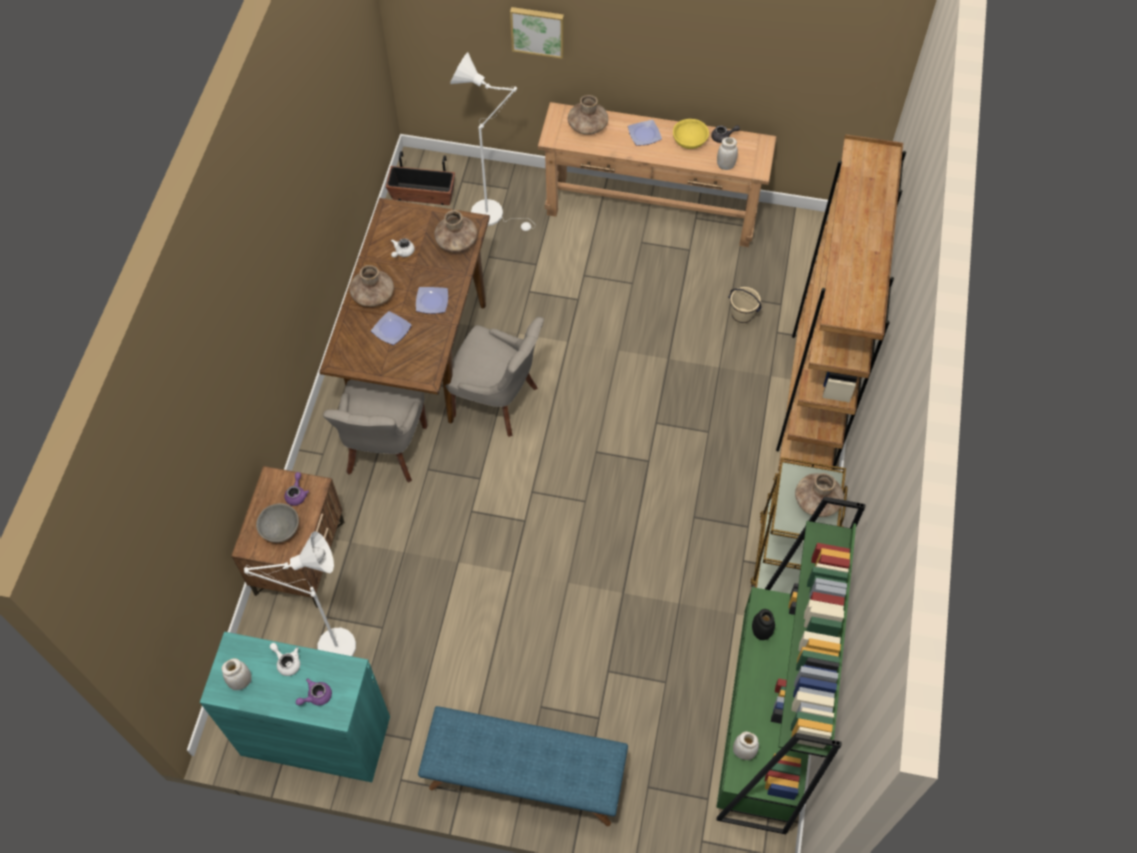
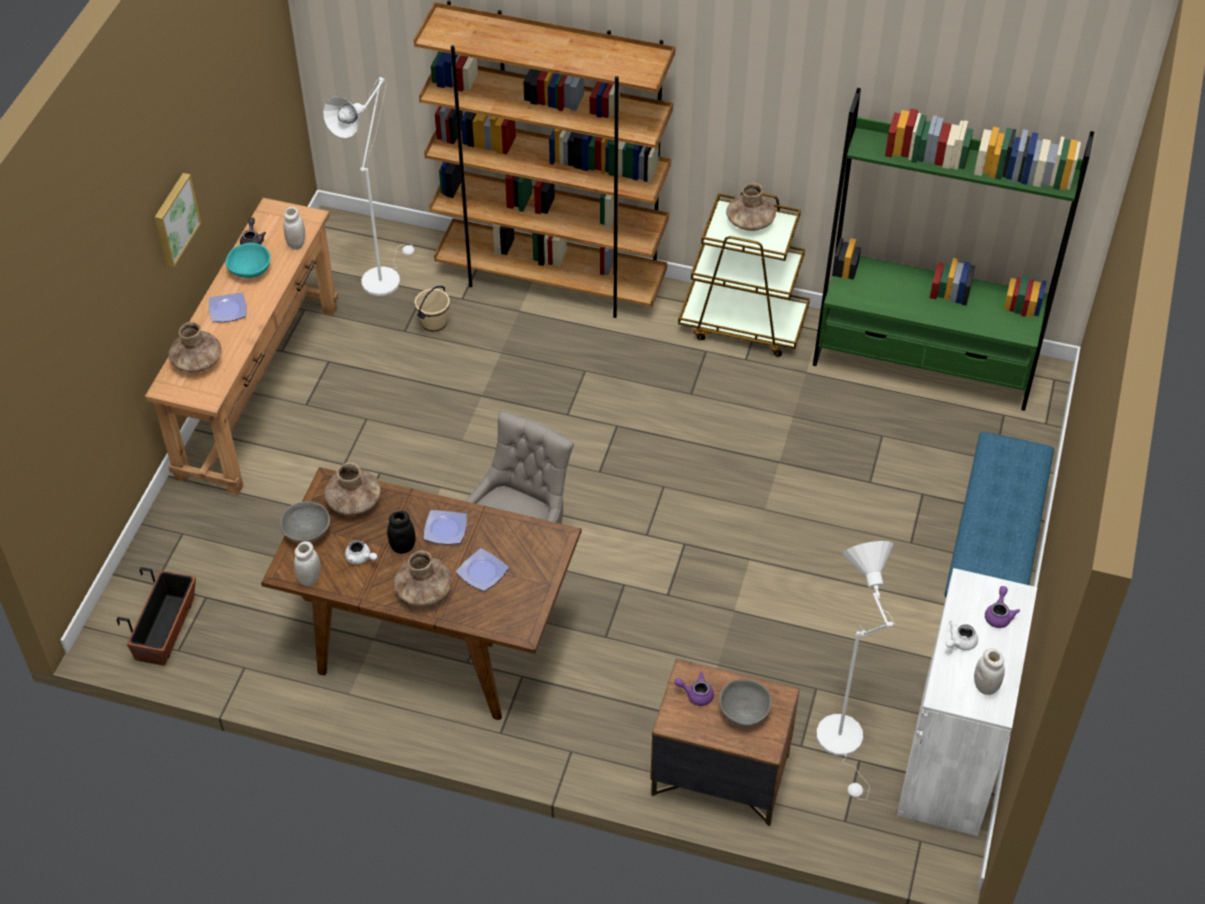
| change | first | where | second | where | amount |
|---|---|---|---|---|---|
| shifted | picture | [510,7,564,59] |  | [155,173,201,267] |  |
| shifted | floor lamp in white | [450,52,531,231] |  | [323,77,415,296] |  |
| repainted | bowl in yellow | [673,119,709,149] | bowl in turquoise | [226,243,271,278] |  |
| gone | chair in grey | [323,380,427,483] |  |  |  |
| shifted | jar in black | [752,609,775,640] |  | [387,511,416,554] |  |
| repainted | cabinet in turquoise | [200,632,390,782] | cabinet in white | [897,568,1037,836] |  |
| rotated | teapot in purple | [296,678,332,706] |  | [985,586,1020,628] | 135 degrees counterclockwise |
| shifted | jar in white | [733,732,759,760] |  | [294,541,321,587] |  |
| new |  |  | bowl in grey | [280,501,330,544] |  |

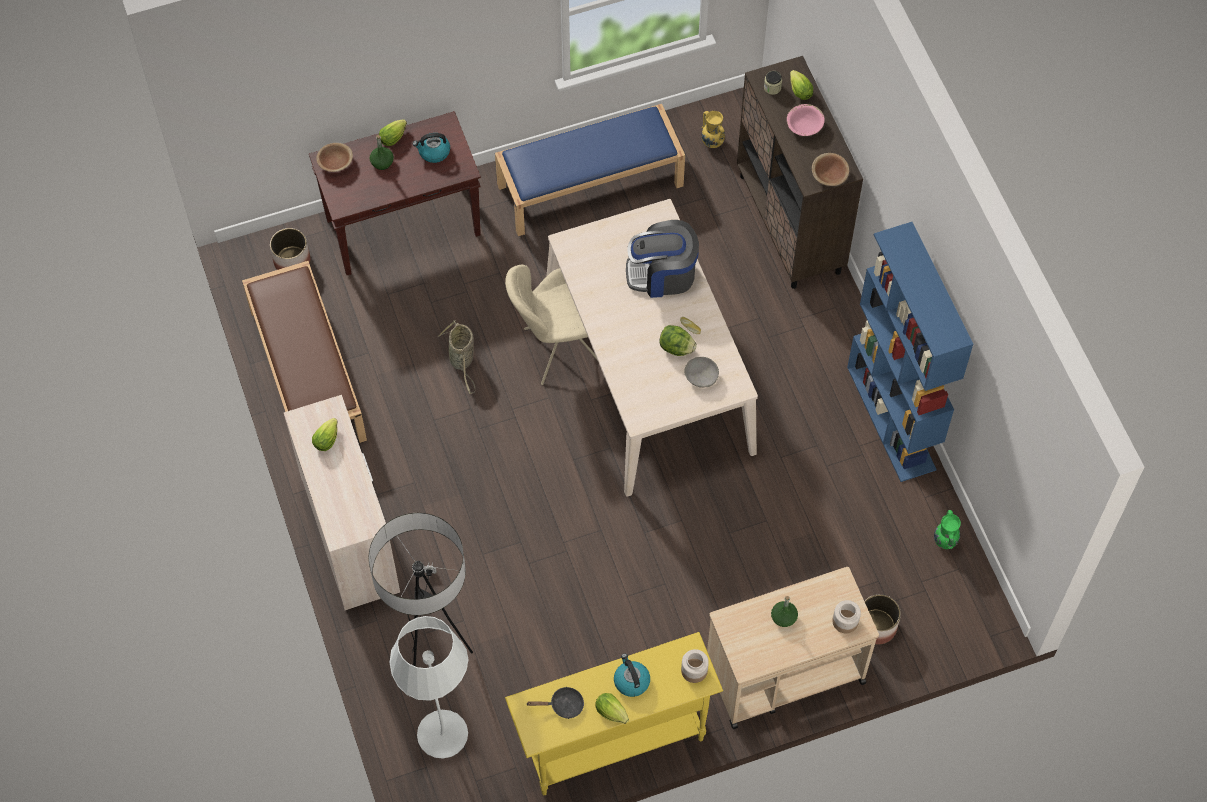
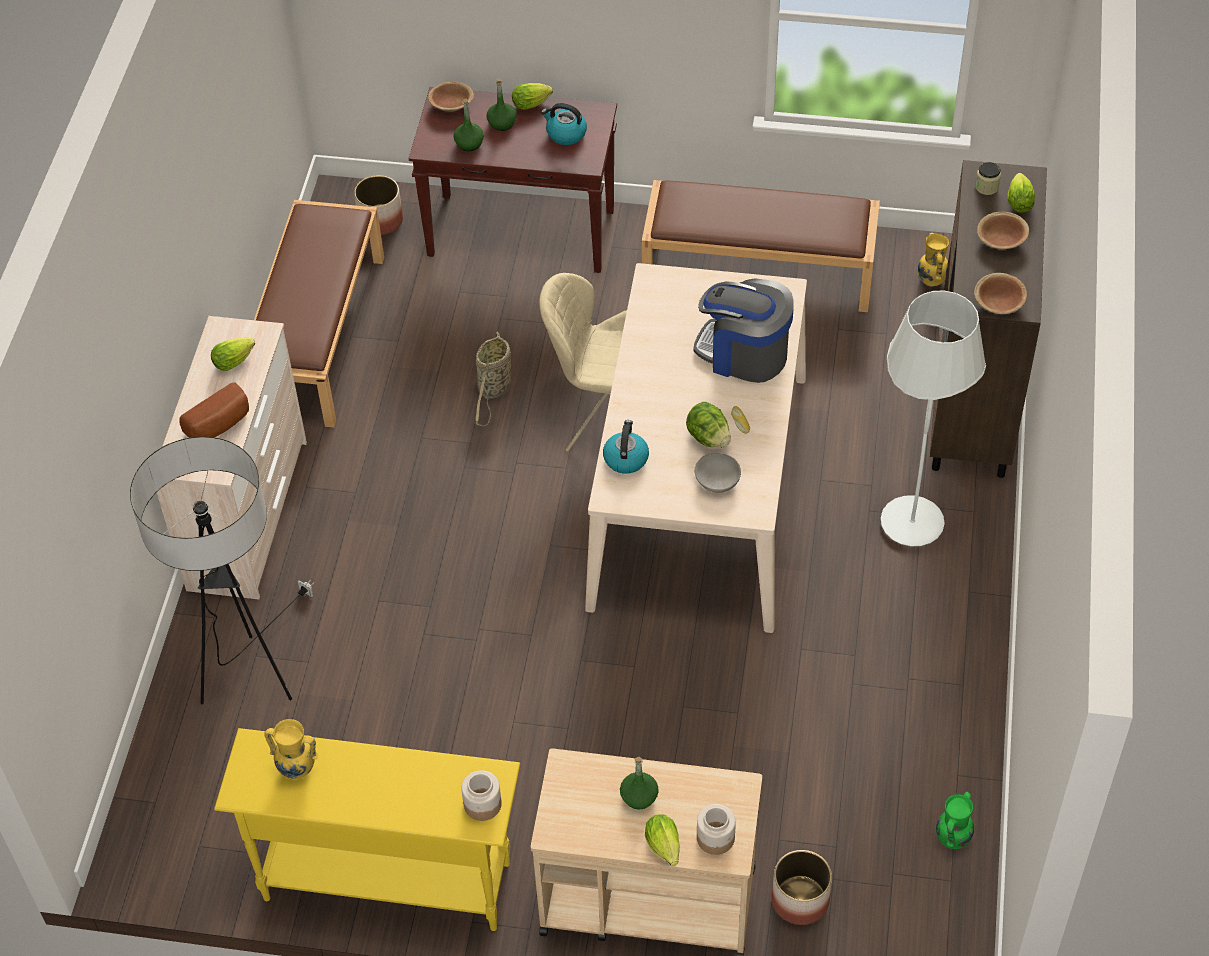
| change | first | where | second | where | amount |
|---|---|---|---|---|---|
| repainted | bench in blue | [495,104,685,236] | bench in brown | [641,180,880,312] |  |
| repainted | bowl in pink | [787,104,825,136] | bowl in brown | [977,212,1029,249] |  |
| gone | bookcase in blue | [847,222,973,482] |  |  |  |
| shifted | floor lamp in white | [389,616,468,759] |  | [881,291,986,546] |  |
| shifted | kettle | [614,654,650,697] |  | [603,420,649,474] |  |
| swapped | frying pan in black | [527,687,584,719] | vase in yellow | [264,719,318,779] |  |
| shifted | lettuce | [595,693,629,724] |  | [645,814,680,866] |  |
| new |  |  | bottle in green | [453,99,484,151] |  |
| new |  |  | bread | [179,382,249,438] |  |

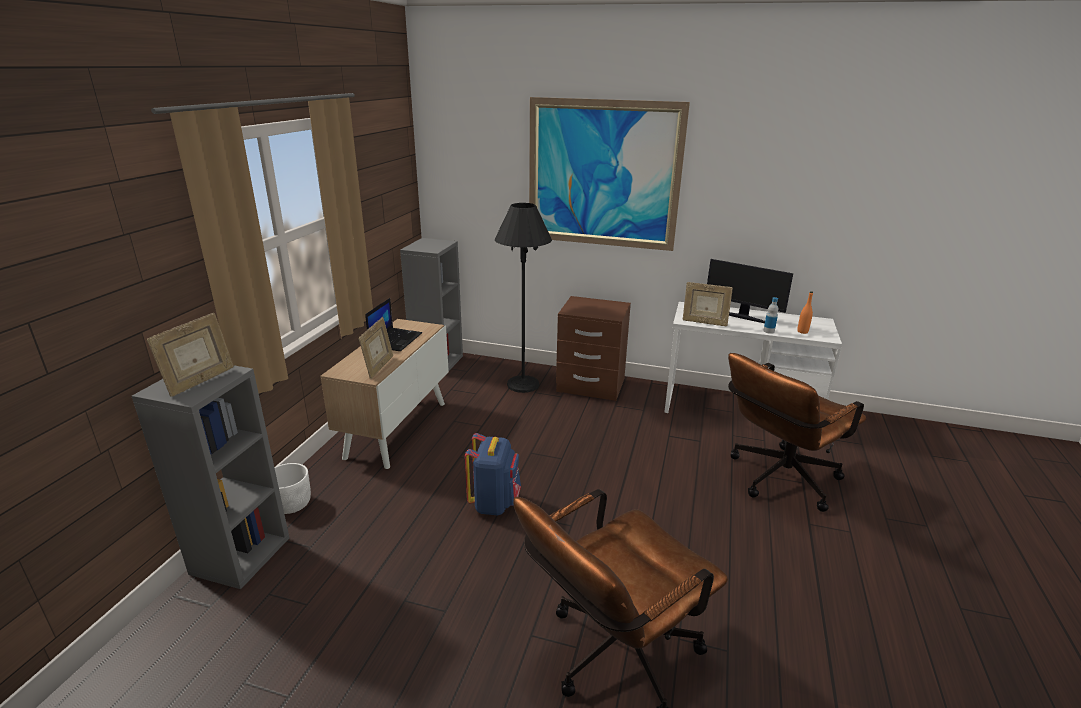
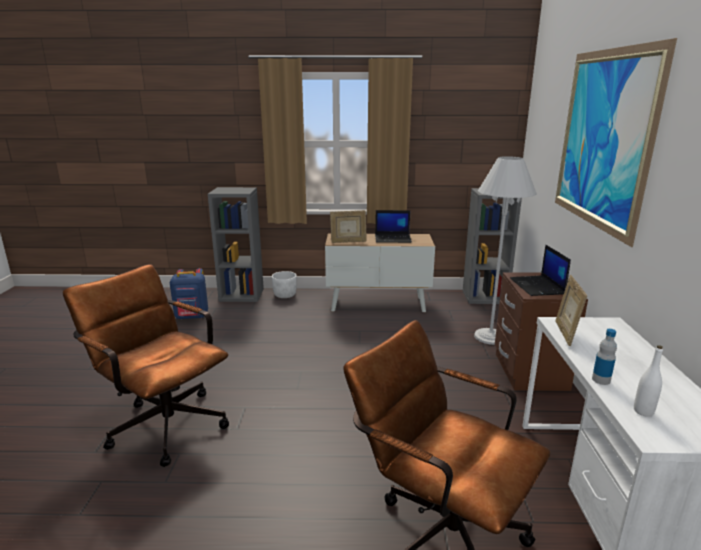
| change | first | where | second | where | amount |
|---|---|---|---|---|---|
| repainted | floor lamp in black | [495,203,552,393] | floor lamp in white | [474,156,537,345] |  |
| gone | monitor | [707,259,793,323] |  |  |  |
| repainted | bottle in orange | [797,291,813,334] | bottle in white | [634,345,663,417] |  |
| gone | picture frame | [147,313,234,397] |  |  |  |
| shifted | backpack in blue | [465,433,521,516] |  | [170,268,208,319] |  |
| new |  |  | laptop | [510,245,571,296] |  |

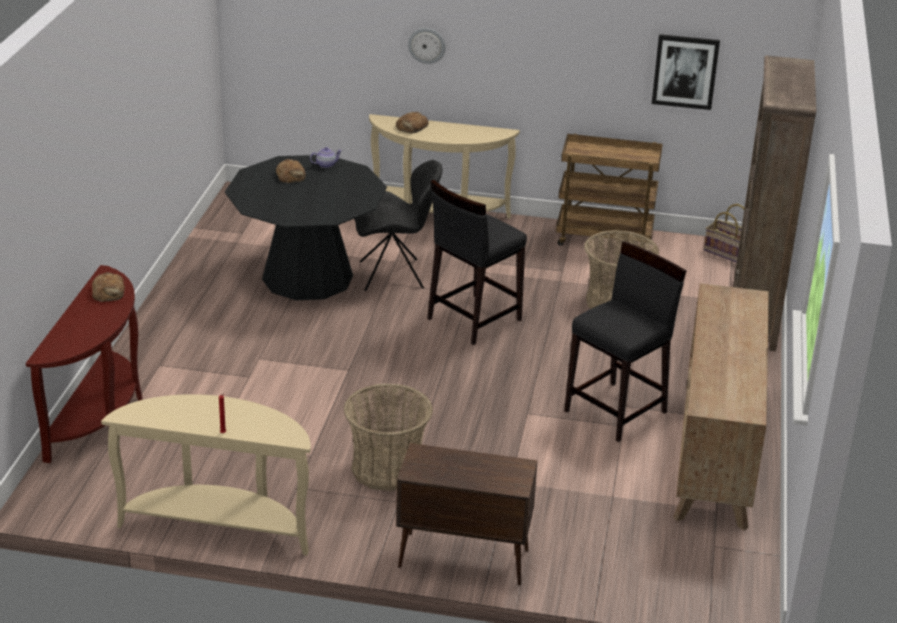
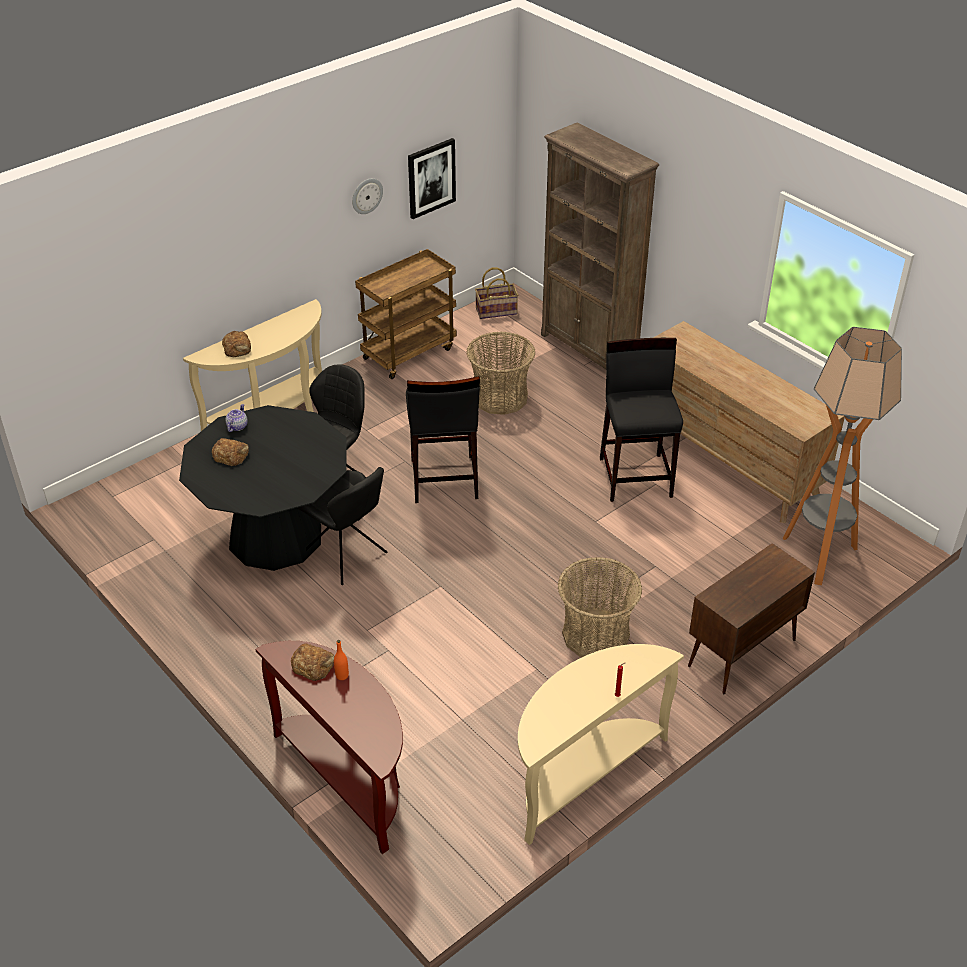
| change | first | where | second | where | amount |
|---|---|---|---|---|---|
| shifted | wall clock | [408,28,446,64] |  | [352,178,383,214] |  |
| new |  |  | floor lamp | [782,327,902,585] |  |
| new |  |  | chair in black | [297,467,387,585] |  |
| new |  |  | bottle in orange | [334,640,349,680] |  |

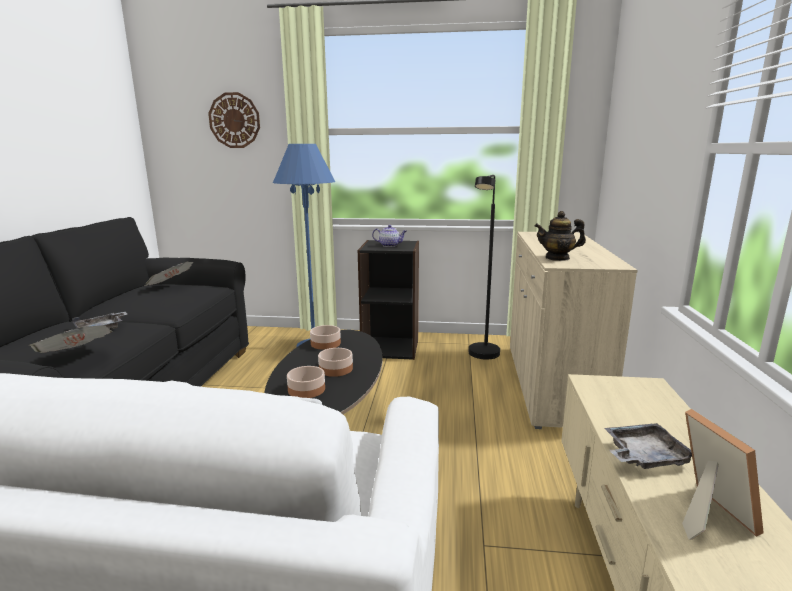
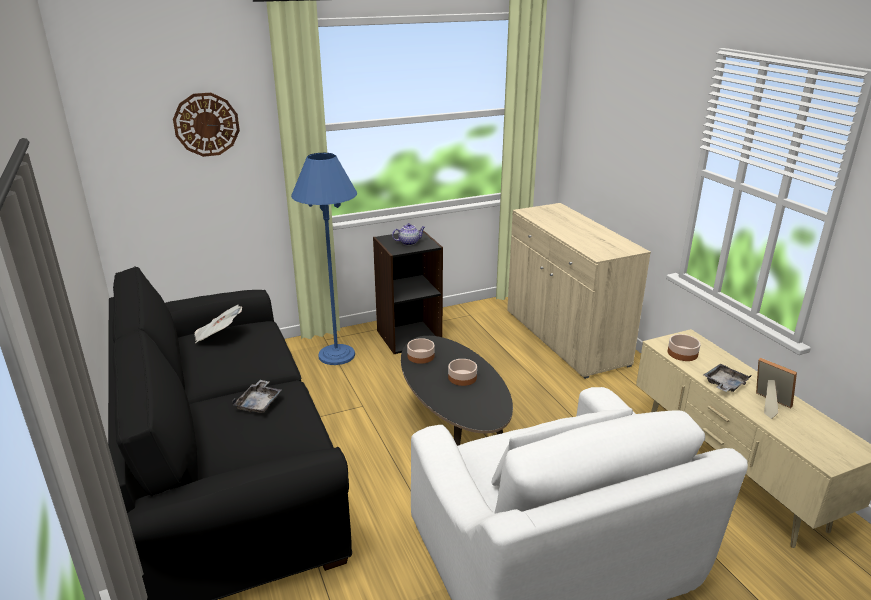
| change | first | where | second | where | amount |
|---|---|---|---|---|---|
| gone | floor lamp in black | [469,175,500,359] |  |  |  |
| gone | teapot | [535,211,586,261] |  |  |  |
| gone | newspaper | [29,325,112,353] |  |  |  |
| shifted | bowl | [287,366,325,398] |  | [668,334,701,361] |  |

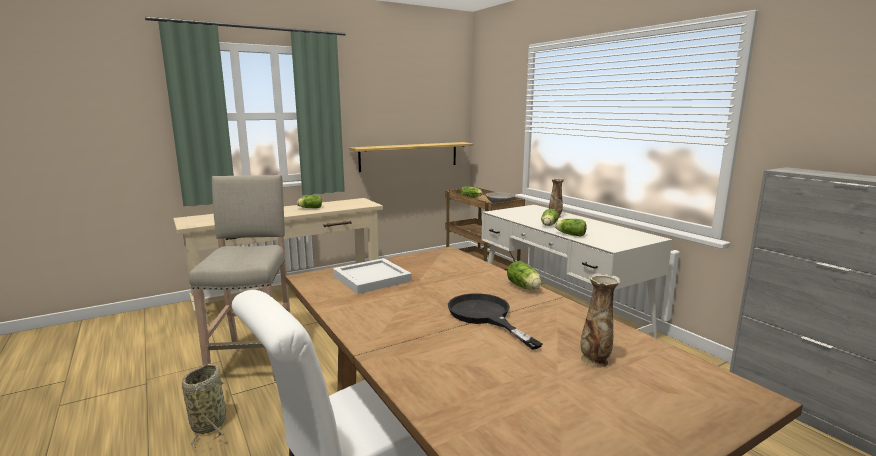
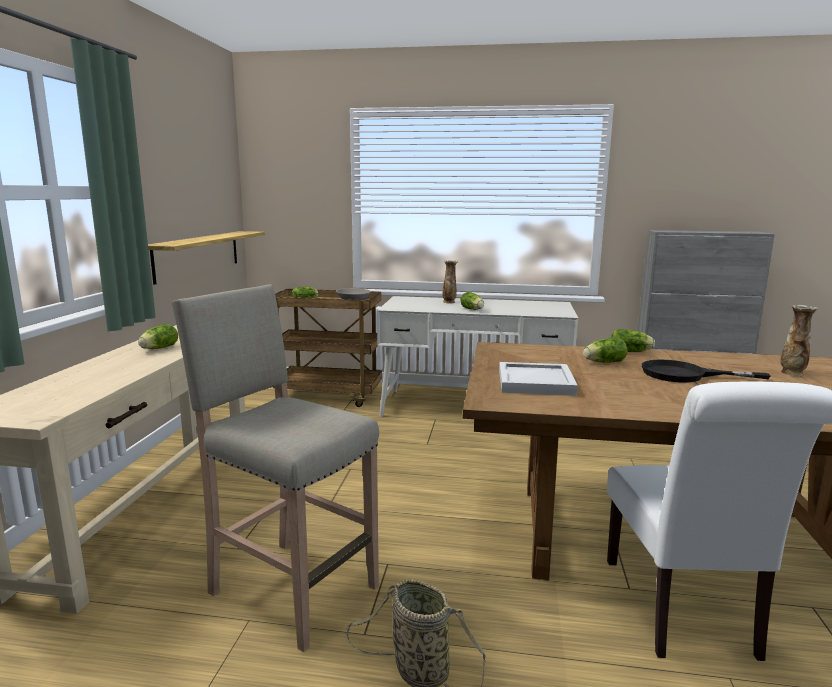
| change | first | where | second | where | amount |
|---|---|---|---|---|---|
| shifted | lettuce | [555,219,587,237] |  | [583,338,627,363] |  |

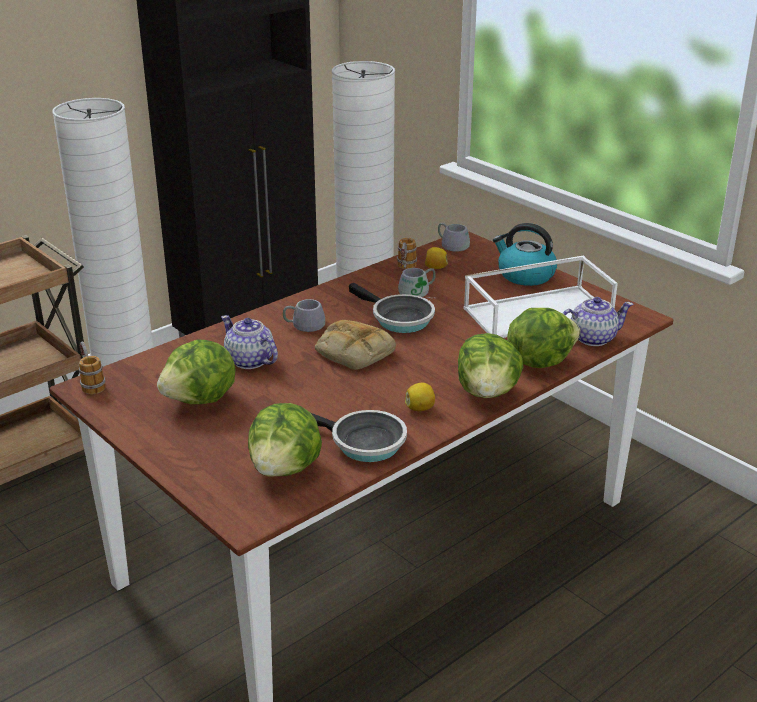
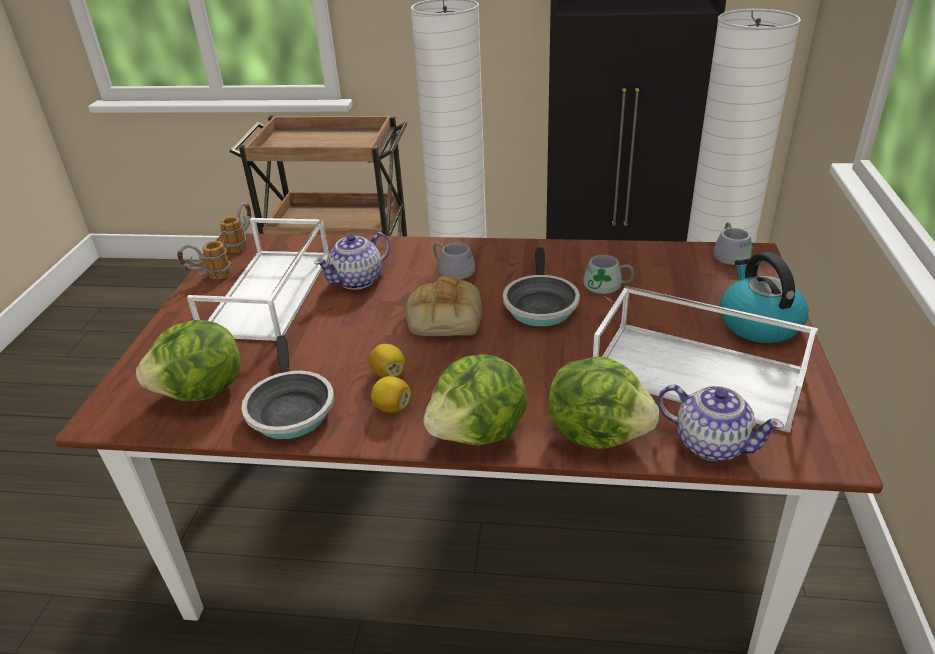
| change | first | where | second | where | amount |
|---|---|---|---|---|---|
| shifted | mug | [397,238,417,269] |  | [177,241,232,279] |  |
| shifted | lemon | [425,247,448,269] |  | [369,344,405,378] |  |
| rotated | teapot | [221,315,278,369] |  | [314,232,390,290] | 135 degrees counterclockwise |
| swapped | lettuce | [157,340,235,404] | tray in white | [187,218,329,341] |  |

